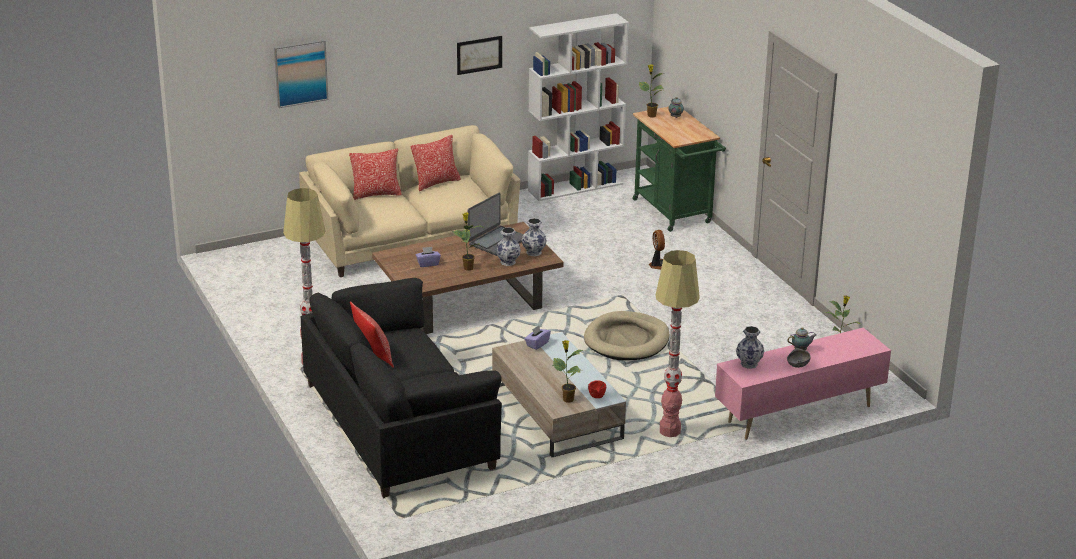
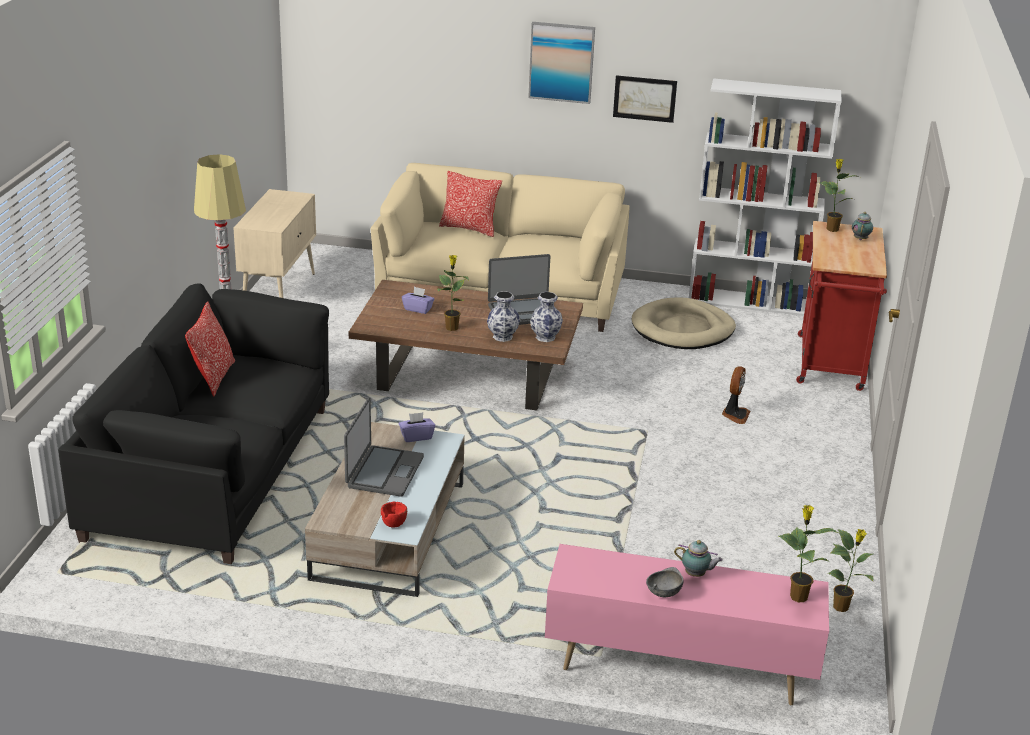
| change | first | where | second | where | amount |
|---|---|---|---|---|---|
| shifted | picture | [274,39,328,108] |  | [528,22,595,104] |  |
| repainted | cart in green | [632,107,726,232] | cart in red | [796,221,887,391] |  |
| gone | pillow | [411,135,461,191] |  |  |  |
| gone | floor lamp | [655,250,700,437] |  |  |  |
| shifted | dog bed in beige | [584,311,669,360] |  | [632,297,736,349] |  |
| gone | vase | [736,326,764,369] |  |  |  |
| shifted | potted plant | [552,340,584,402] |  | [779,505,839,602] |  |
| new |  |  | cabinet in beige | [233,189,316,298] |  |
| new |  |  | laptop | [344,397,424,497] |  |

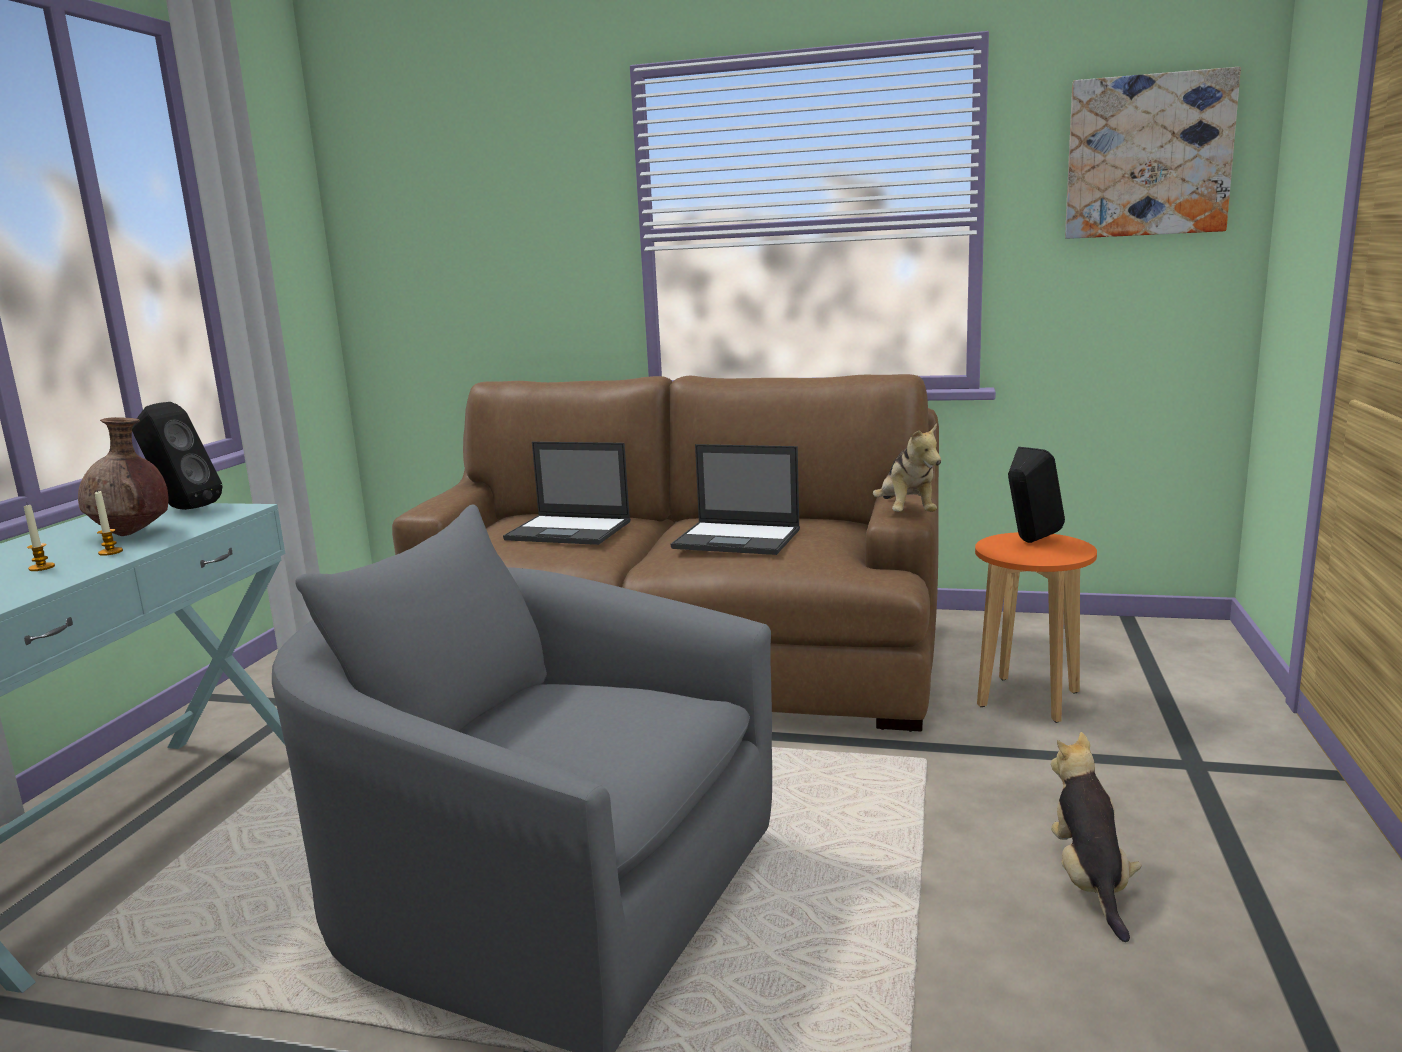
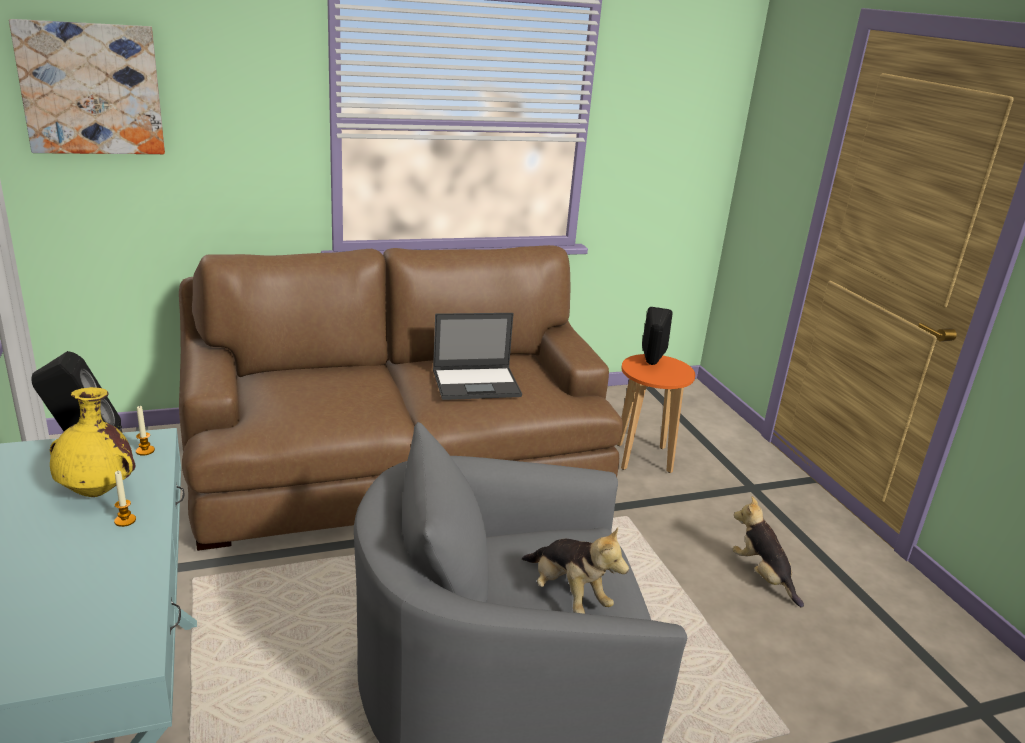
| change | first | where | second | where | amount |
|---|---|---|---|---|---|
| shifted | picture | [1065,67,1241,239] |  | [9,19,165,154] |  |
| repainted | vase in brown | [78,417,169,536] | vase in yellow | [50,387,136,497] |  |
| shifted | plush toy | [873,423,941,512] |  | [522,527,629,614] |  |
| gone | laptop | [503,442,631,545] |  |  |  |
| shifted | candle | [24,505,55,571] |  | [136,406,155,456] |  |

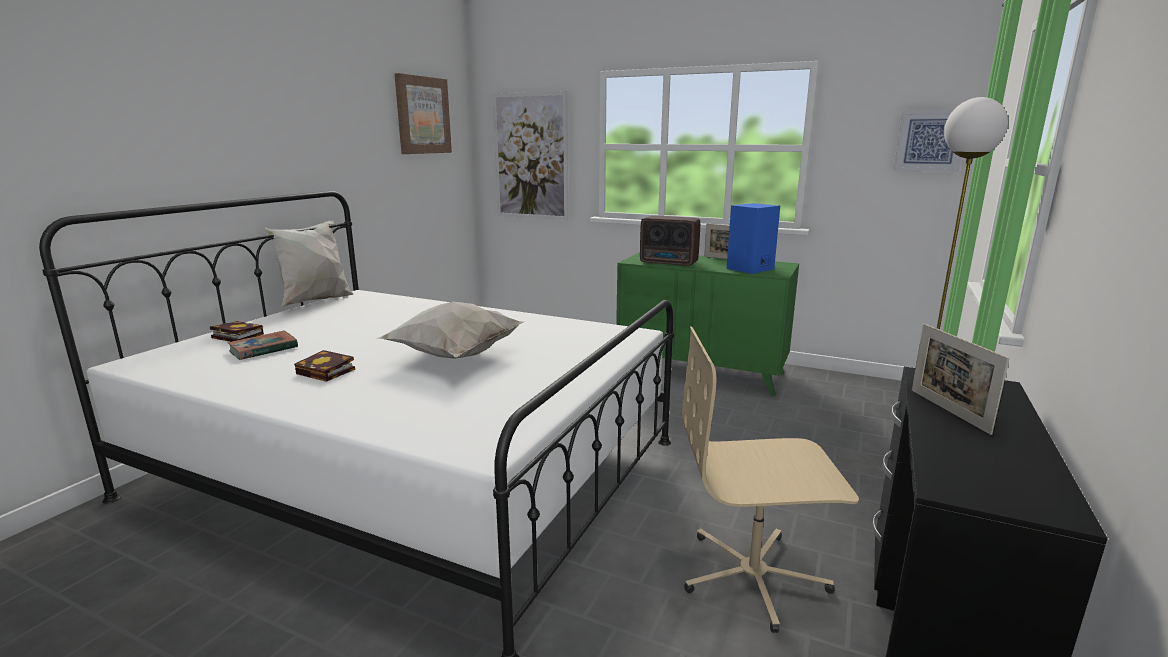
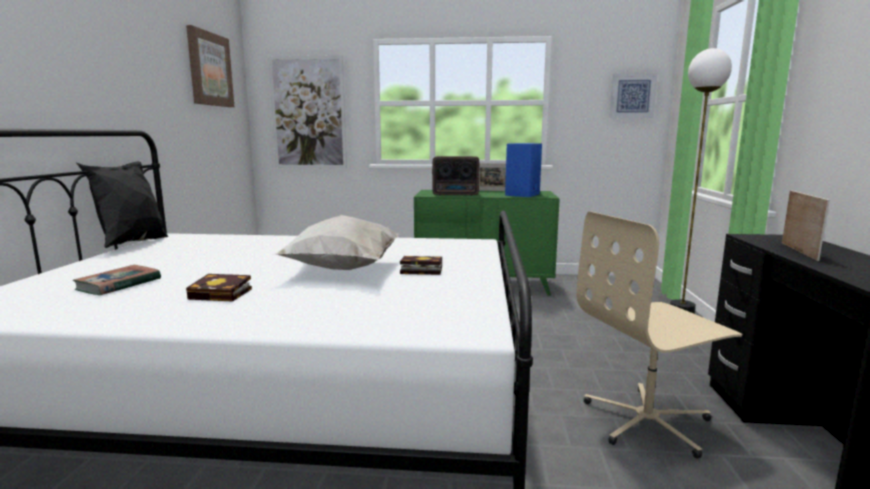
| change | first | where | second | where | amount |
|---|---|---|---|---|---|
| repainted | pillow in white | [263,220,353,308] | pillow in black | [77,162,168,248] |  |
| shifted | book | [210,321,264,342] |  | [400,256,442,275] |  |
| rotated | picture frame | [912,324,1009,435] |  | [782,190,830,261] | 135 degrees counterclockwise |

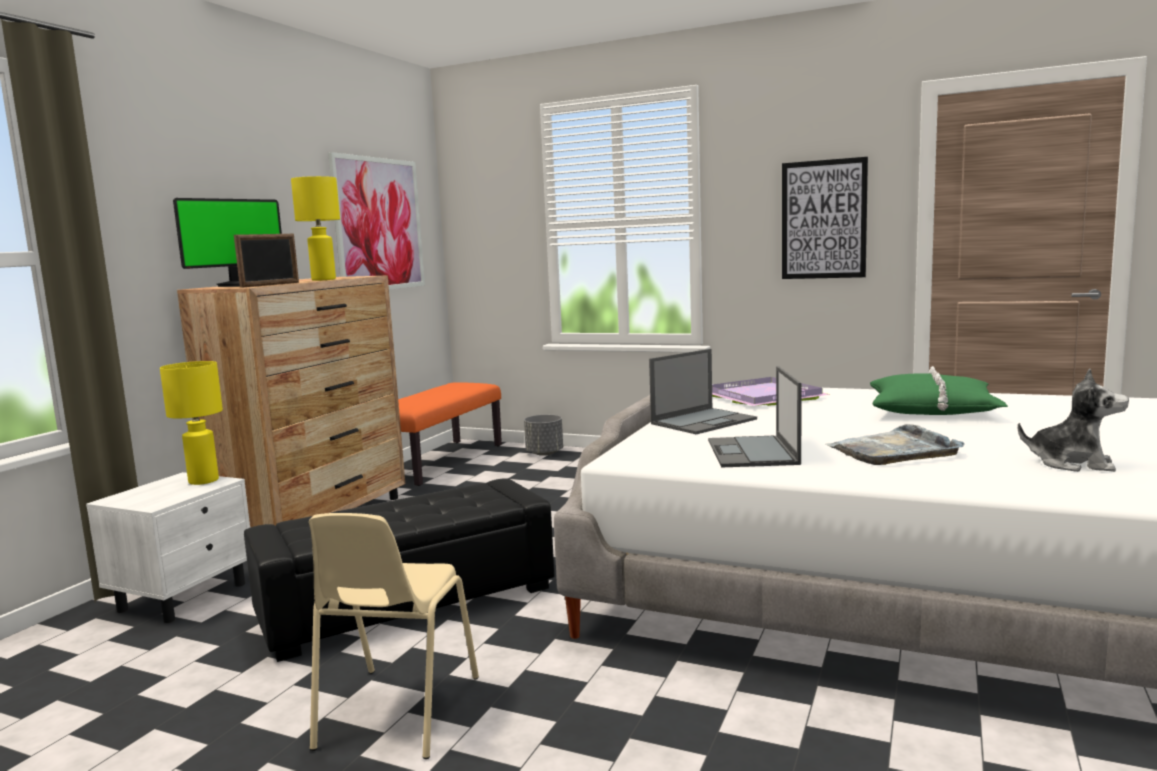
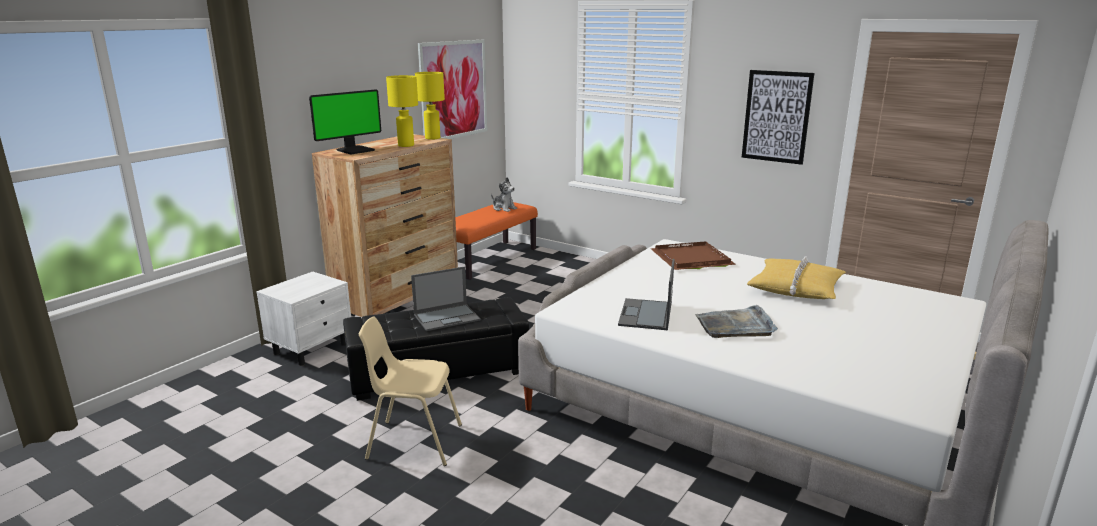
| change | first | where | second | where | amount |
|---|---|---|---|---|---|
| gone | picture frame | [234,234,299,288] |  |  |  |
| shifted | laptop | [649,349,757,434] |  | [411,266,481,331] |  |
| shifted | table lamp in yellow | [160,361,223,485] |  | [415,72,445,140] |  |
| repainted | pillow in green | [870,366,1008,415] | pillow in yellow | [747,256,846,299] |  |
| shifted | plush toy | [1018,369,1129,472] |  | [491,177,517,212] |  |
| repainted | tray in purple | [712,377,830,406] | tray in brown | [651,241,736,270] |  |
| gone | planter in grey | [524,414,563,456] |  |  |  |
| rotated | chair in beige | [309,513,479,759] |  | [359,316,462,466] | 75 degrees clockwise |

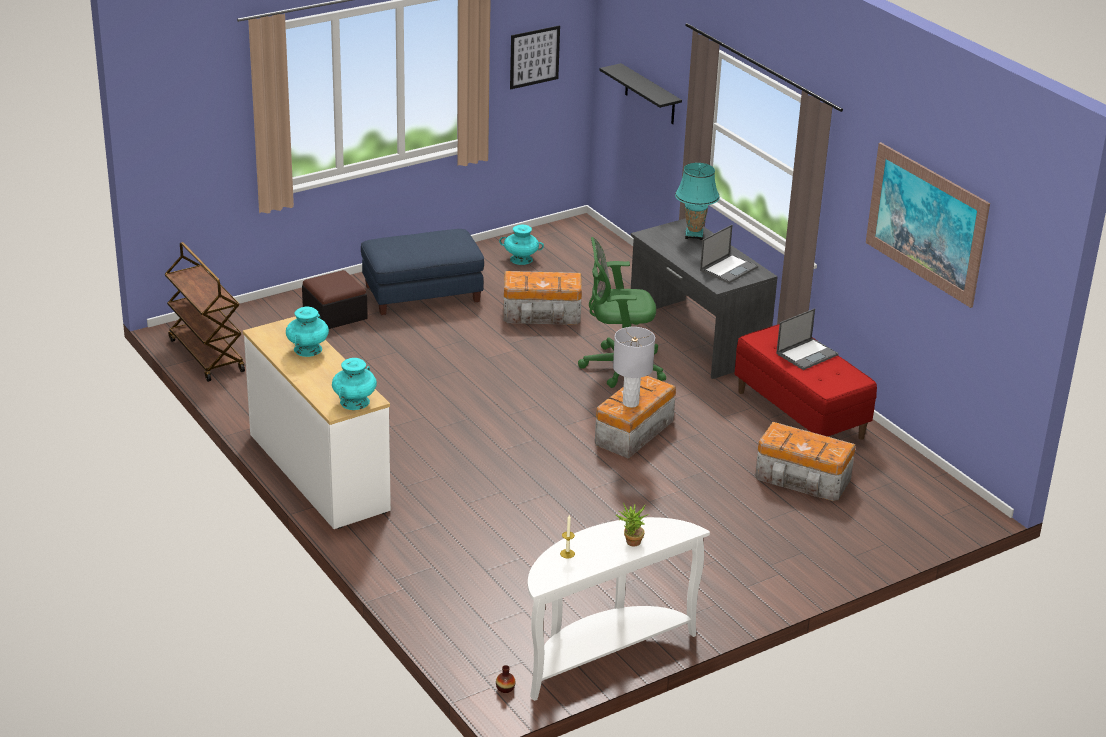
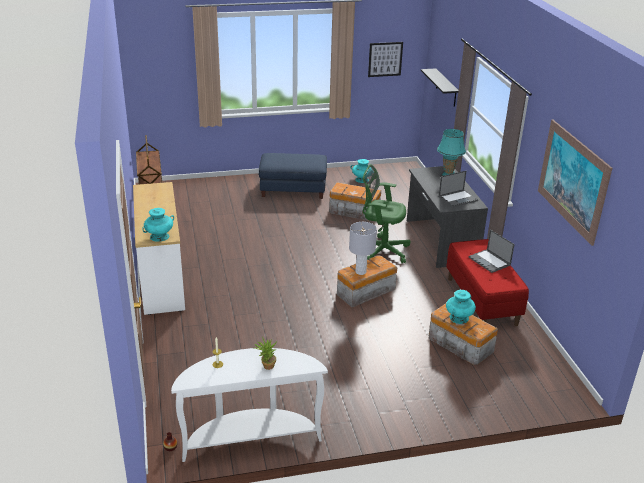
| change | first | where | second | where | amount |
|---|---|---|---|---|---|
| gone | ottoman | [302,270,368,329] |  |  |  |
| shifted | vase in turquoise | [286,307,329,357] |  | [446,290,476,324] |  |
| rotated | laptop | [776,308,838,370] |  | [468,230,515,273] | 75 degrees clockwise |

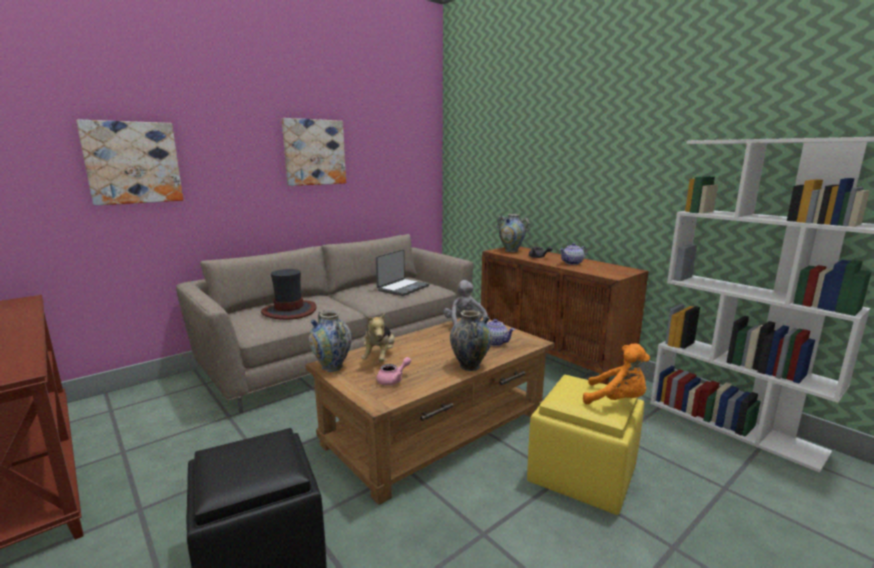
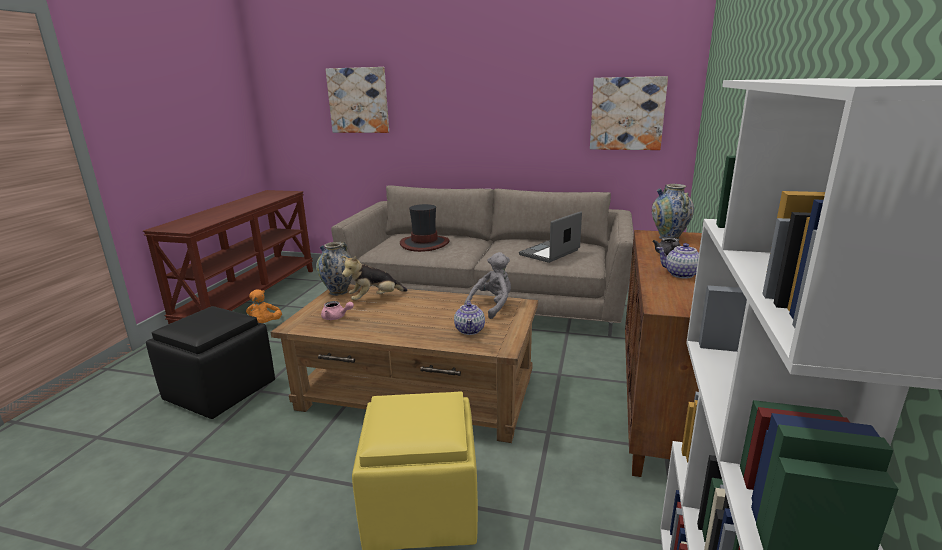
| change | first | where | second | where | amount |
|---|---|---|---|---|---|
| shifted | picture | [282,118,346,186] |  | [590,76,668,150] |  |
| rotated | laptop | [376,249,429,296] |  | [519,211,582,263] | 135 degrees clockwise |
| gone | vase | [450,309,492,371] |  |  |  |
| shifted | plush toy in orange | [583,344,650,404] |  | [246,290,282,323] |  |

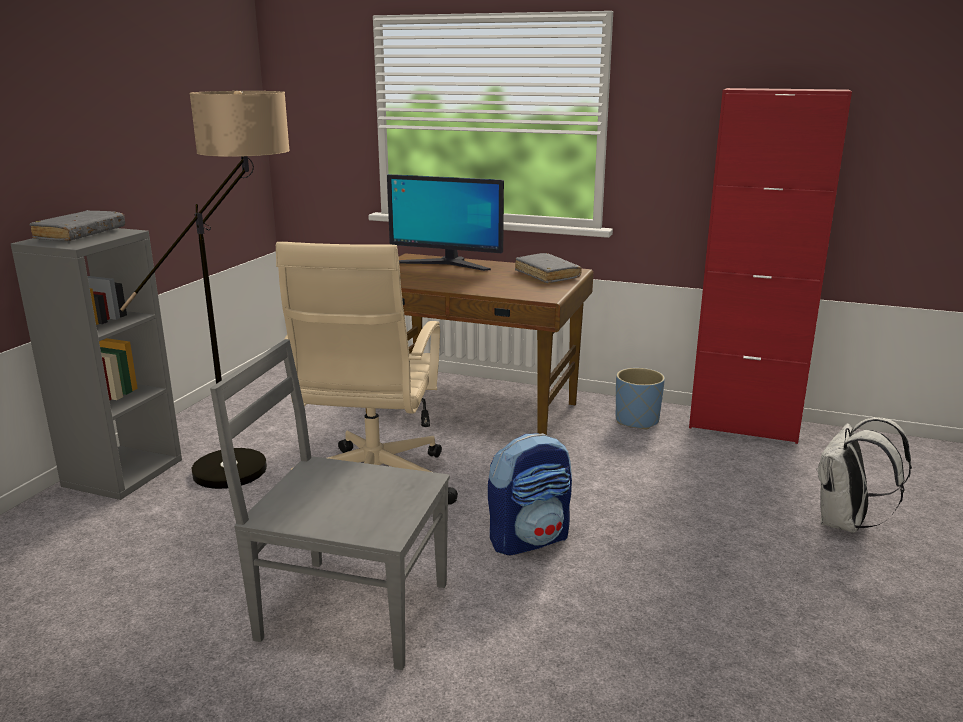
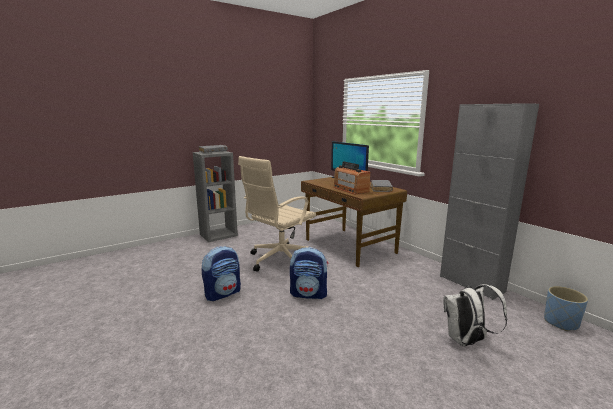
| change | first | where | second | where | amount |
|---|---|---|---|---|---|
| repainted | cabinet in red | [689,88,852,444] | cabinet in grey | [440,103,539,300] |  |
| gone | floor lamp | [120,91,290,489] |  |  |  |
| swapped | chair in grey | [210,339,450,670] | backpack | [202,246,241,301] |  |
| shifted | planter in blue | [616,368,665,429] |  | [544,286,588,331] |  |
| new |  |  | radio | [333,161,370,195] |  |

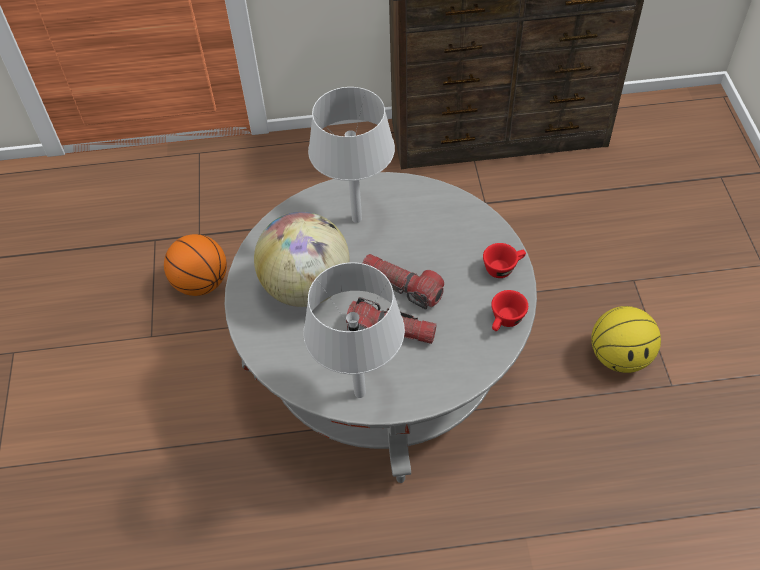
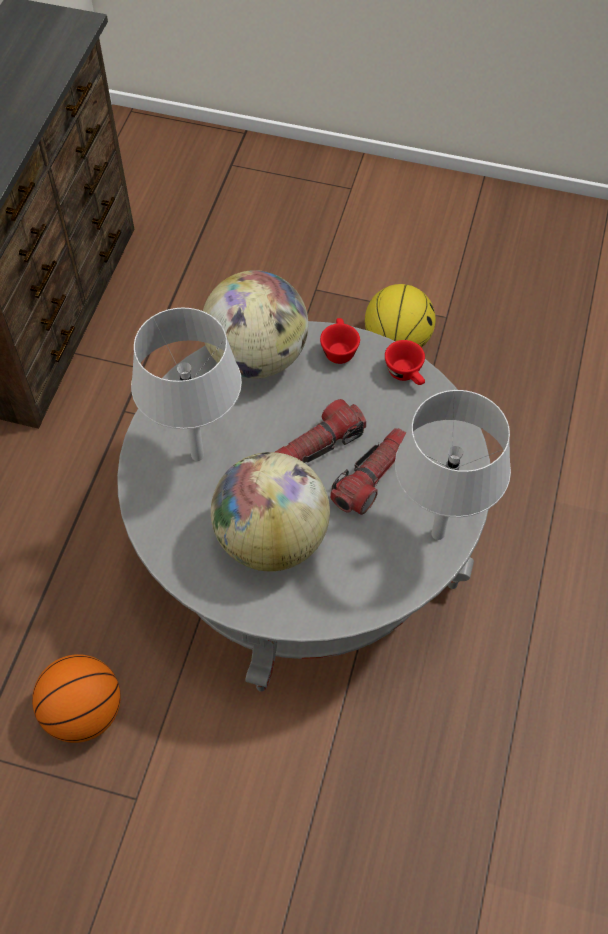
| change | first | where | second | where | amount |
|---|---|---|---|---|---|
| new |  |  | globe | [203,270,308,378] |  |

